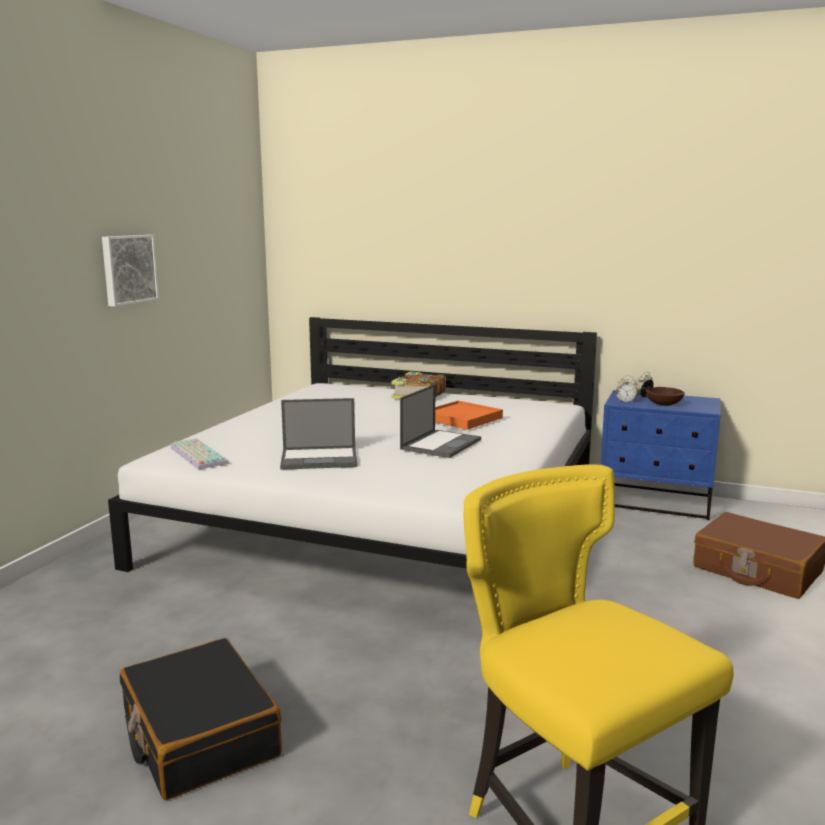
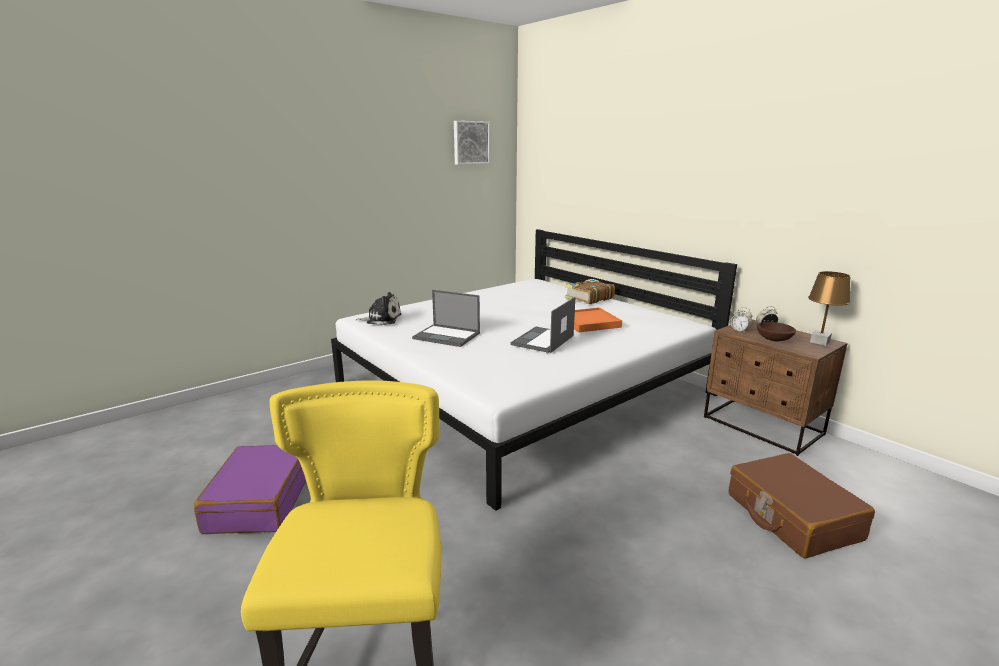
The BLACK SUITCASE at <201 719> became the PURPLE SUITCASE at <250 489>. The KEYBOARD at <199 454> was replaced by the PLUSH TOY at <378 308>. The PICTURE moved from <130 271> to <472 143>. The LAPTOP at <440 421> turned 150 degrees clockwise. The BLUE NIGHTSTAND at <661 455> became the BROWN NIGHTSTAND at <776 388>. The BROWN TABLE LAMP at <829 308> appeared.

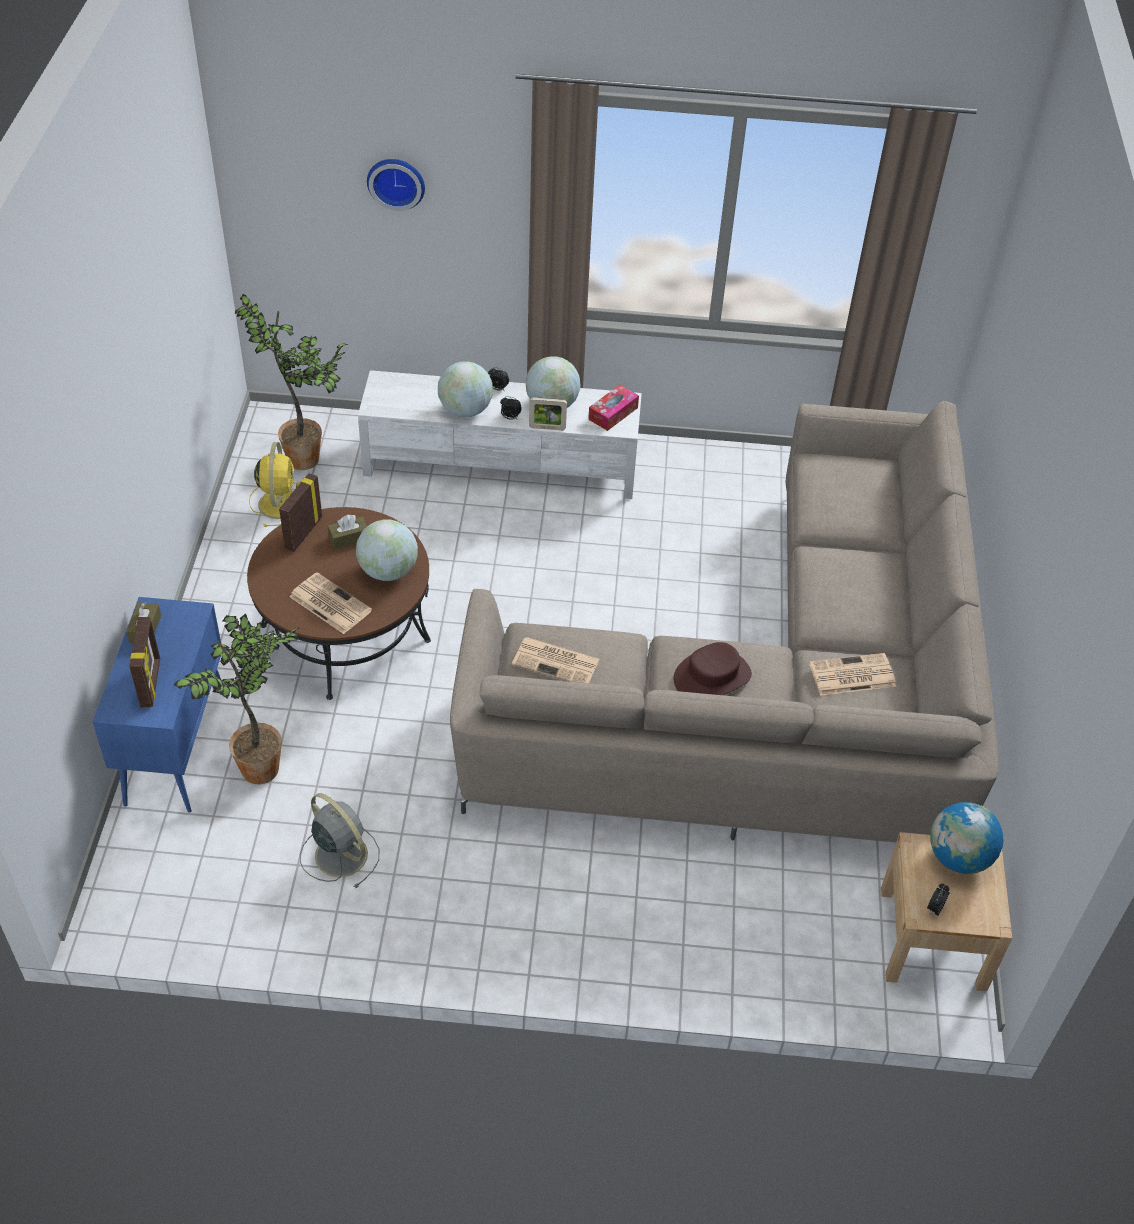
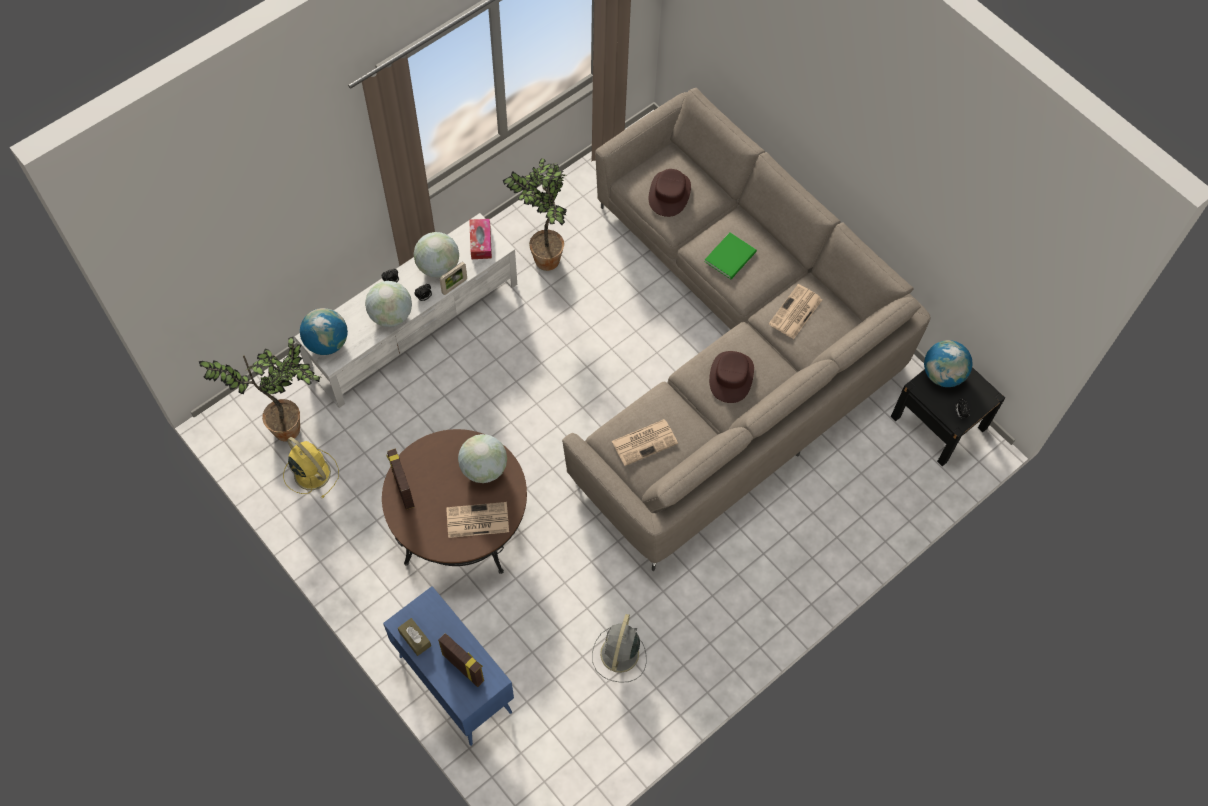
The GLOBE at <324 331> appeared. The POTTED PLANT moved from <236 698> to <535 214>. The GREY FAN at <339 840> turned 75 degrees counterclockwise. The BROWN HAT at <670 193> appeared. The GREEN BOOK at <730 255> appeared. The BEIGE NIGHTSTAND at <946 911> became the BLACK NIGHTSTAND at <948 416>. The BROWN TISSUE BOX at <347 532> disappeared. The WALL CLOCK at <396 185> disappeared.

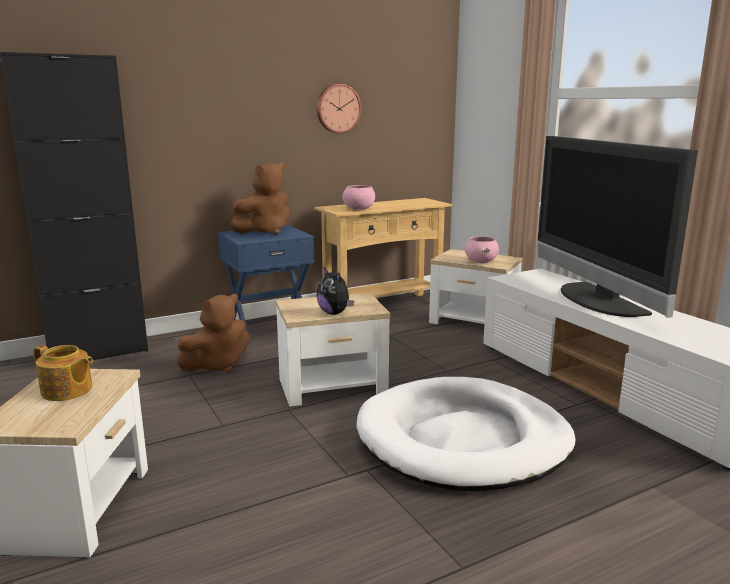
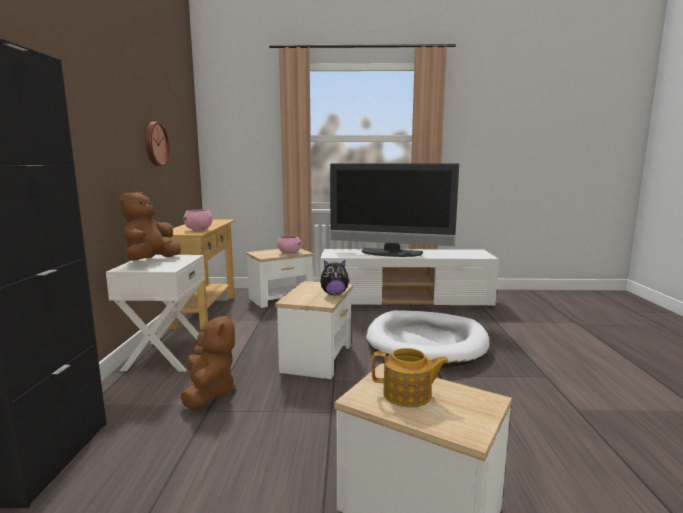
The BLUE NIGHTSTAND at <266 285> became the WHITE NIGHTSTAND at <155 313>. The BROWN PLUSH TOY at <260 198> turned 150 degrees counterclockwise. The TEAPOT at <63 373> turned 45 degrees clockwise.

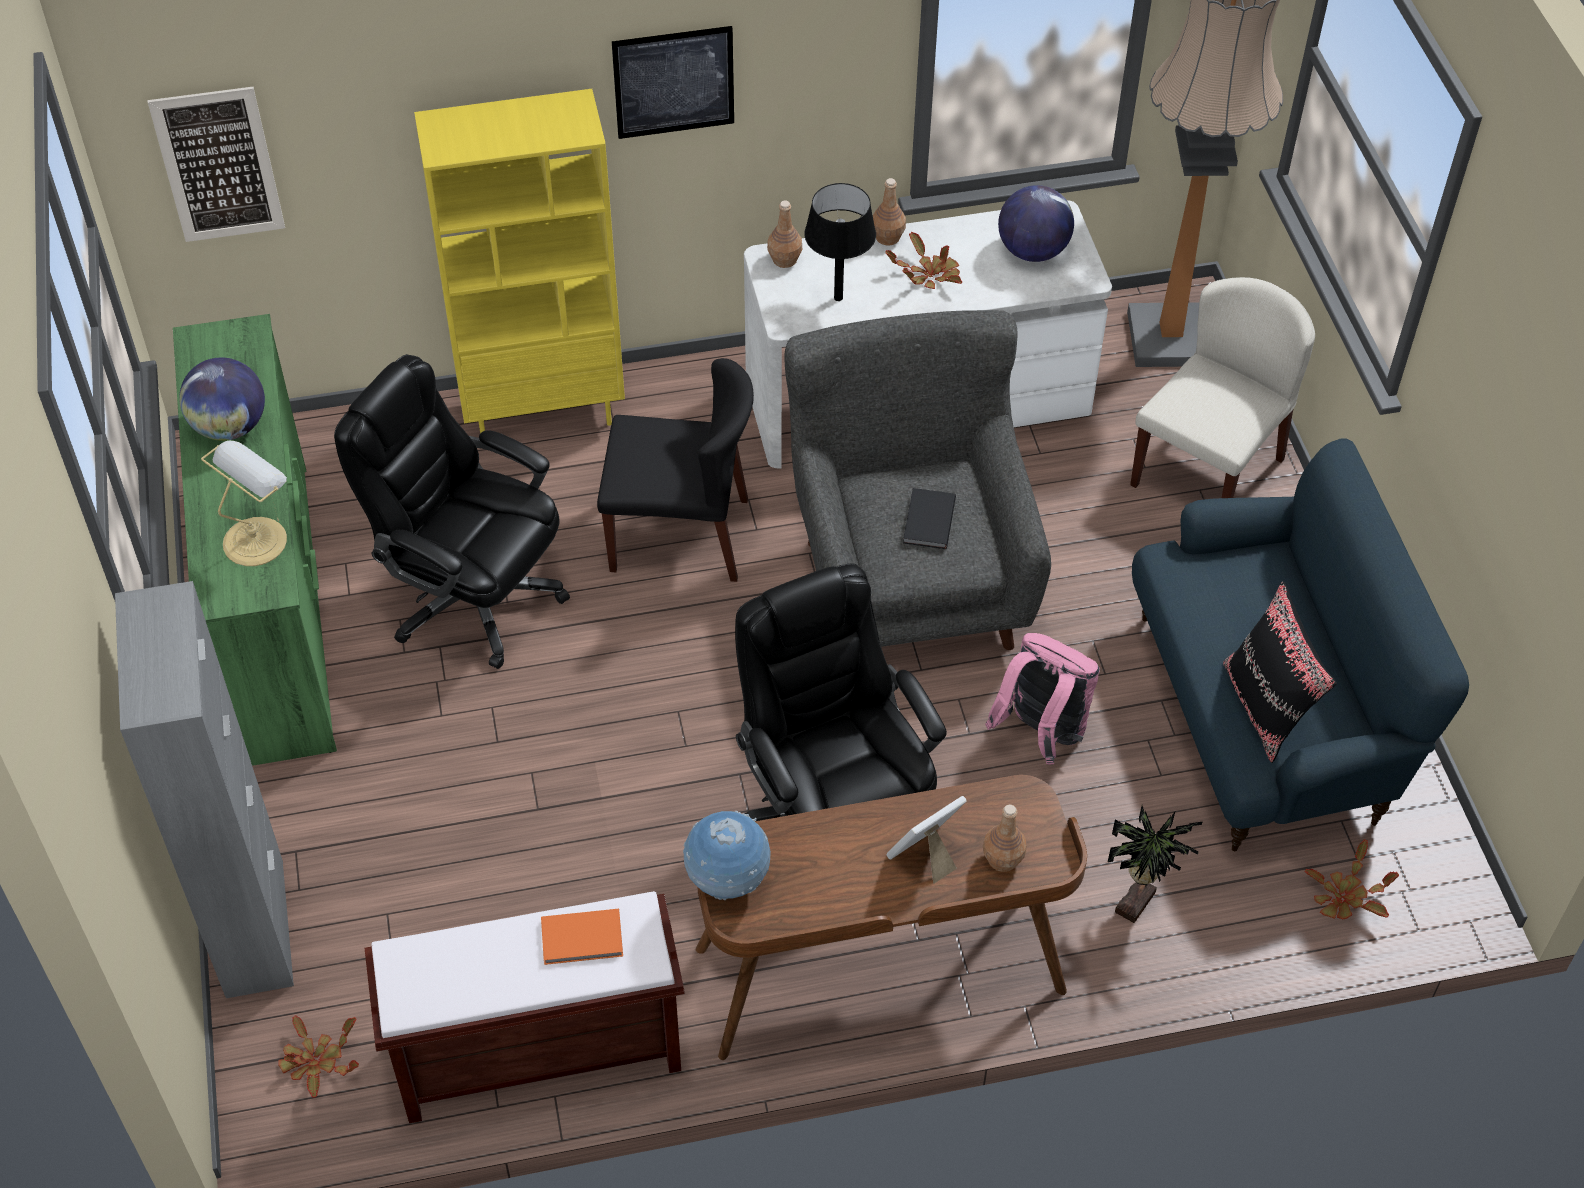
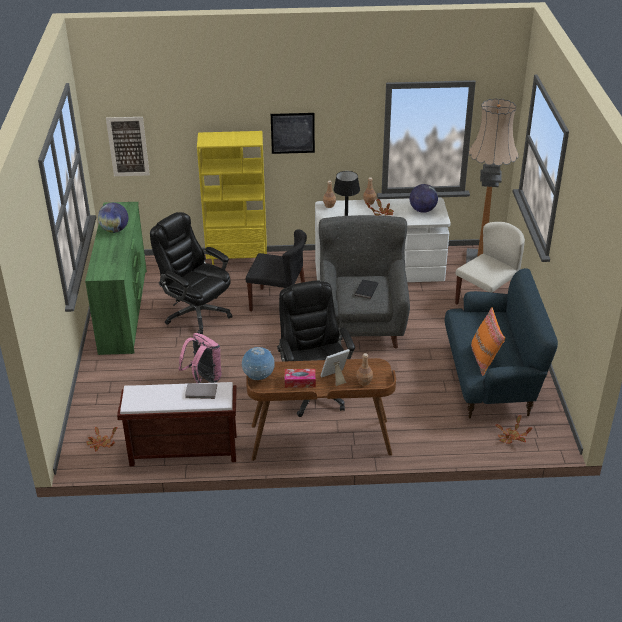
The PINK BACKPACK moved from <1042 698> to <200 358>. The ORANGE BOOK at <582 937> became the GREY BOOK at <201 391>. The TISSUE BOX at <300 378> appeared. The BLACK PILLOW at <1280 672> became the ORANGE PILLOW at <488 341>. The GREY CABINET at <204 789> disappeared. The TABLE LAMP at <244 503> disappeared. The POTTED PLANT at <1155 864> disappeared.

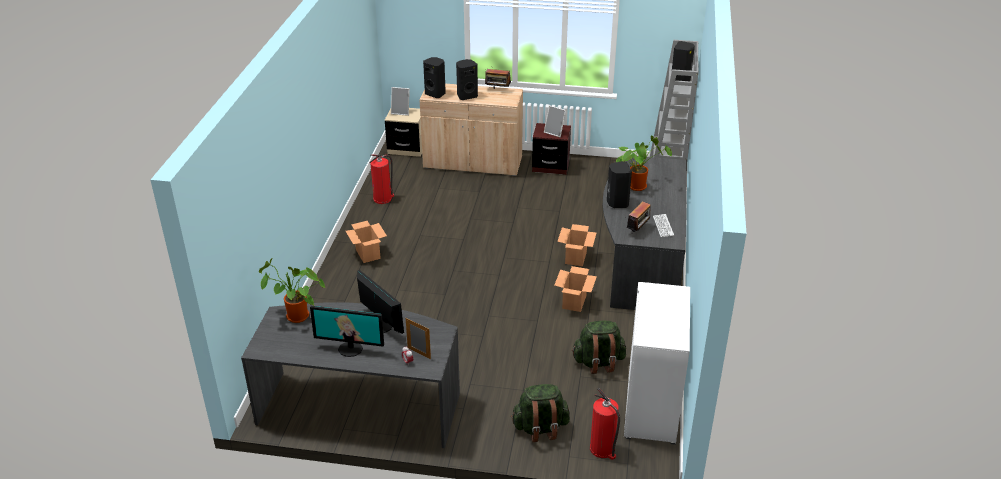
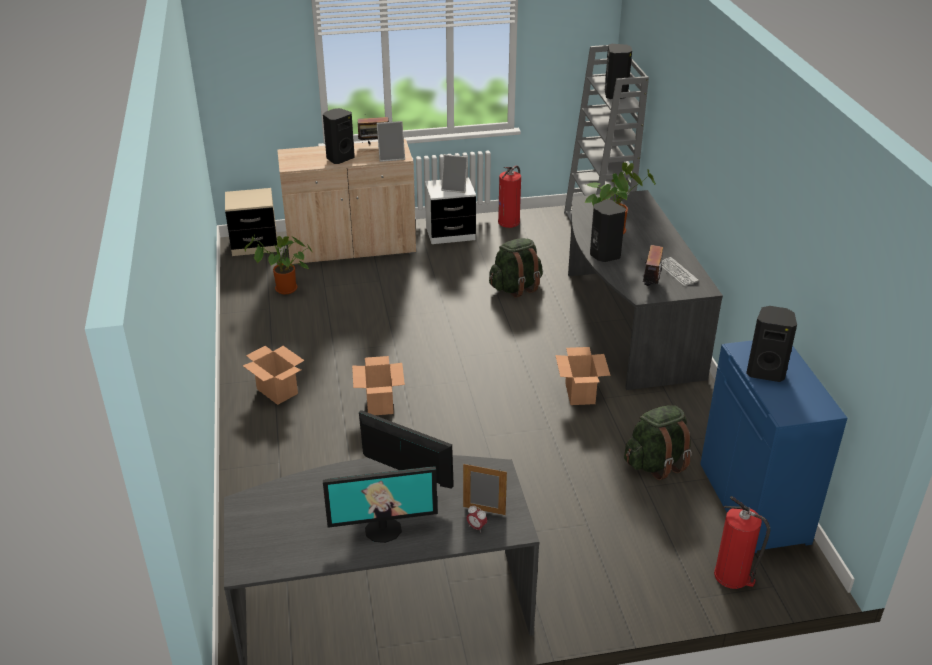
The POTTED PLANT moved from <292 290> to <278 264>. The CARDBOARD BOX moved from <577 245> to <378 385>. The PICTURE FRAME moved from <400 101> to <391 141>. The BROWN NIGHTSTAND at <551 149> became the WHITE NIGHTSTAND at <450 210>. The GREEN BACKPACK moved from <540 413> to <516 268>. The FIRE EXTINGUISHER moved from <381 179> to <509 197>. The WHITE CABINET at <657 363> became the BLUE CABINET at <774 446>. The BLACK SPEAKER moved from <434 77> to <771 344>.

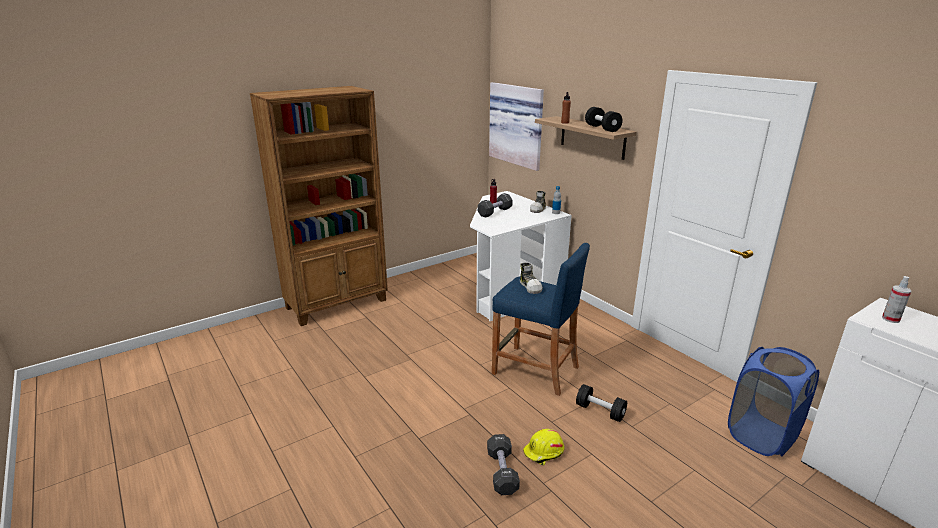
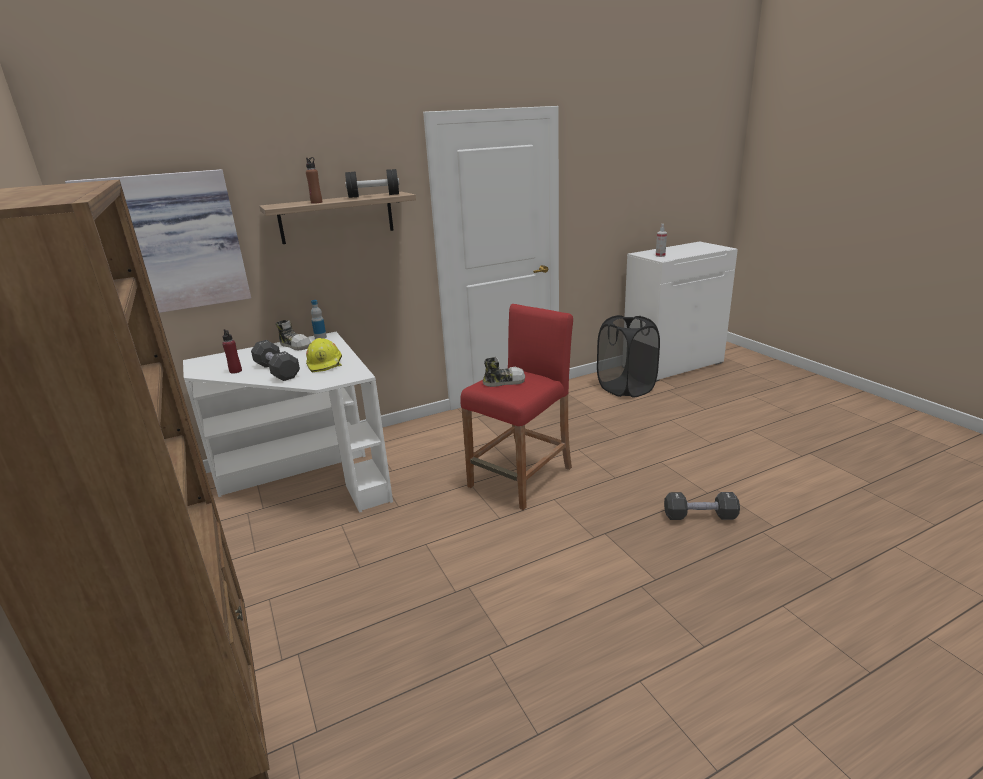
The YELLOW HARD HAT moved from <543 447> to <324 355>. The BLUE STOOL at <541 319> became the RED STOOL at <516 407>. The BLUE LAUNDRY BASKET at <773 402> became the BLACK LAUNDRY BASKET at <628 356>. The BLACK DUMBBELL at <601 403> disappeared.

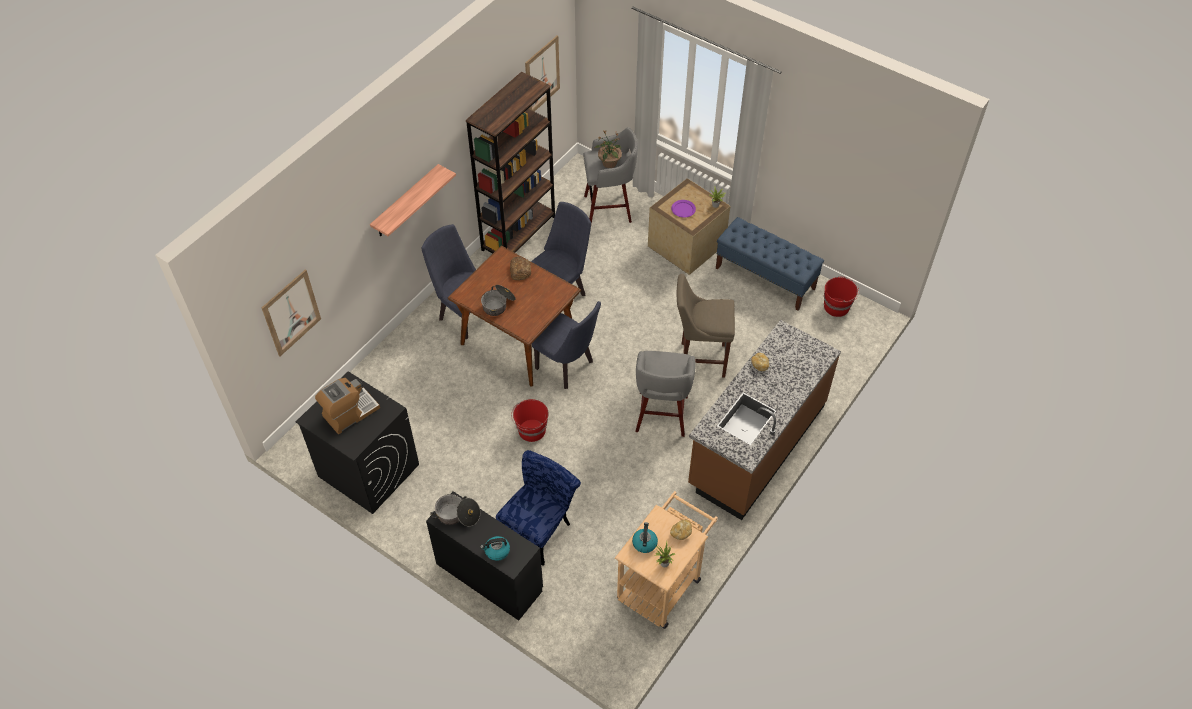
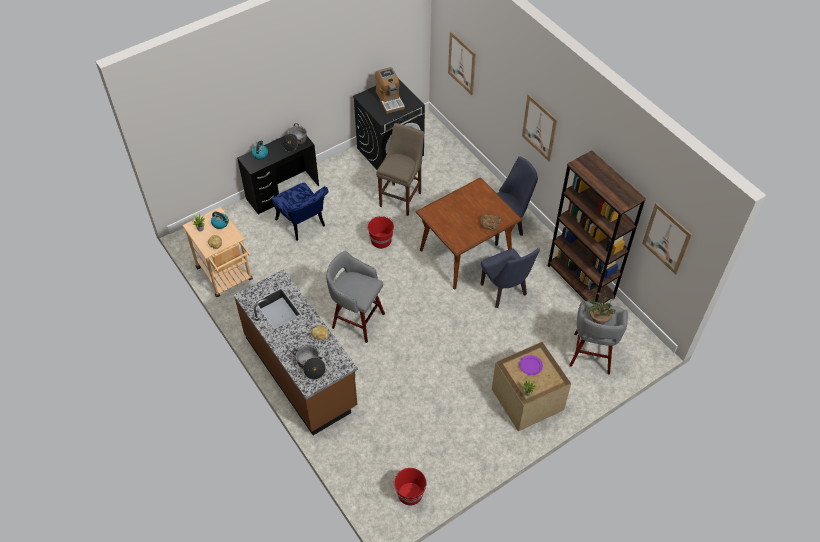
The COOKING POT moved from <498 300> to <309 362>. The BEIGE STOOL moved from <706 326> to <400 169>. The SHELF at <413 200> was replaced by the PICTURE at <540 128>. The BLUE CHAIR at <566 345> disappeared. The BLUE BENCH at <770 264> disappeared.

